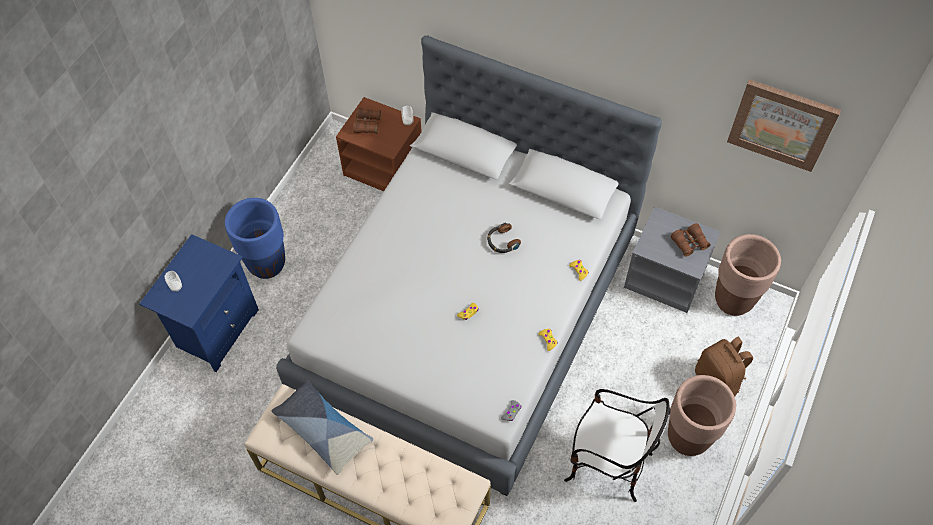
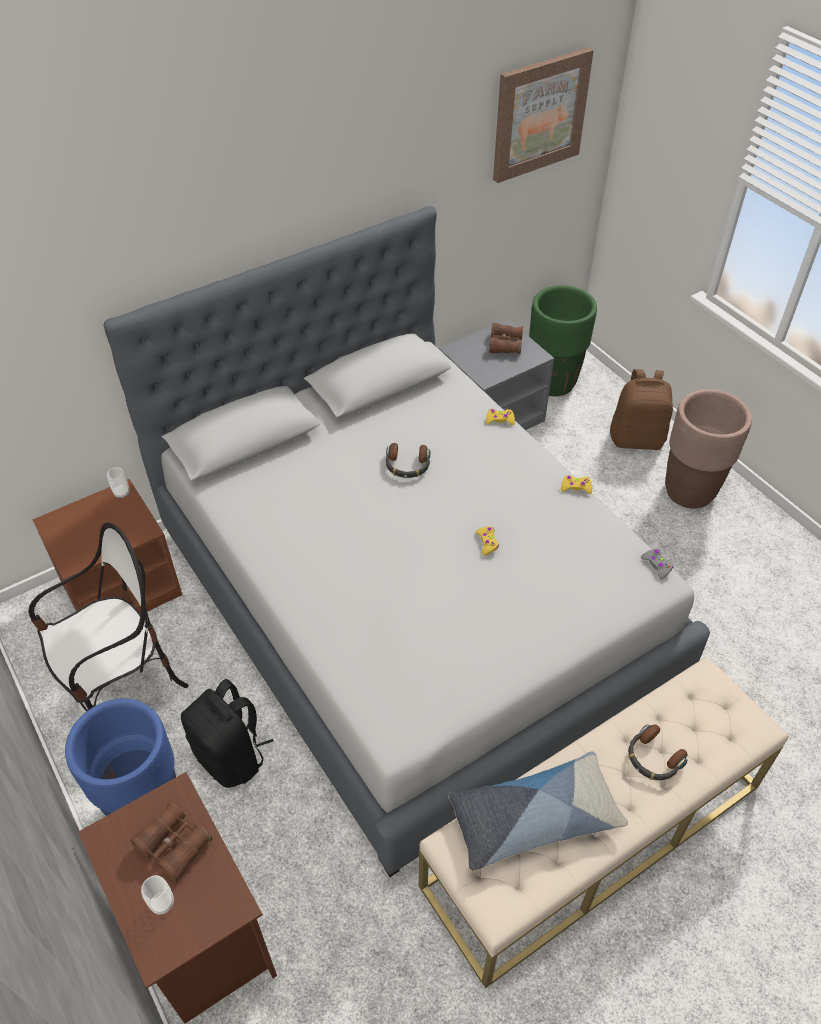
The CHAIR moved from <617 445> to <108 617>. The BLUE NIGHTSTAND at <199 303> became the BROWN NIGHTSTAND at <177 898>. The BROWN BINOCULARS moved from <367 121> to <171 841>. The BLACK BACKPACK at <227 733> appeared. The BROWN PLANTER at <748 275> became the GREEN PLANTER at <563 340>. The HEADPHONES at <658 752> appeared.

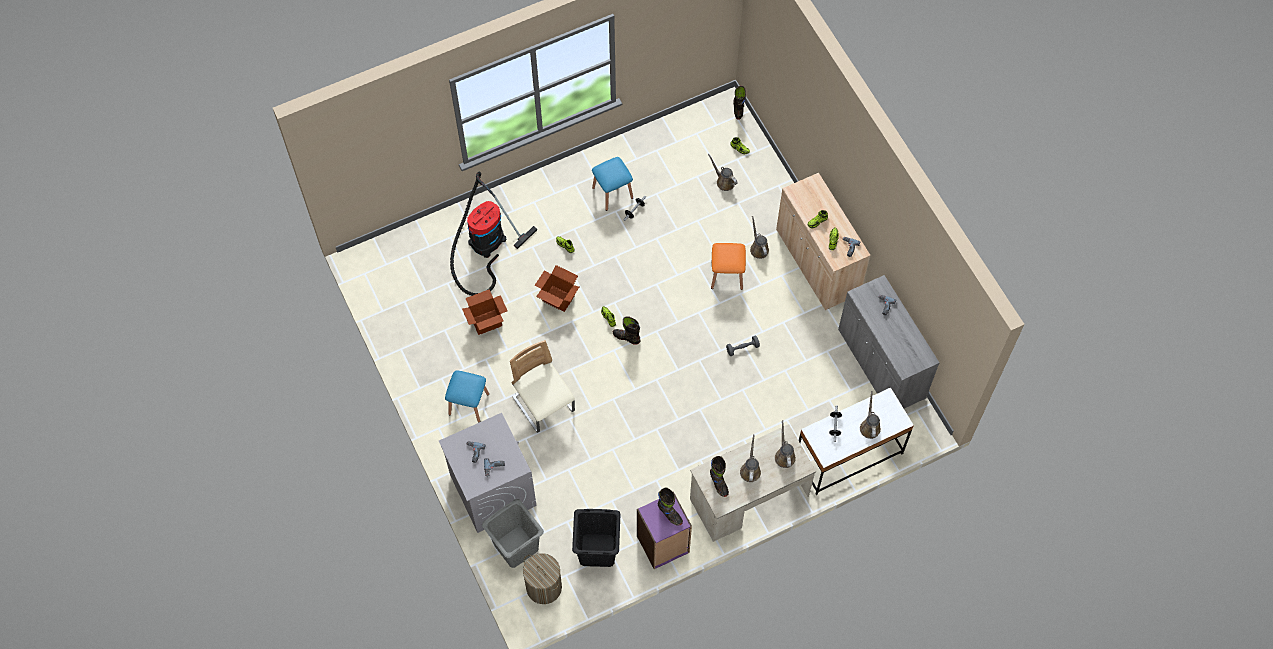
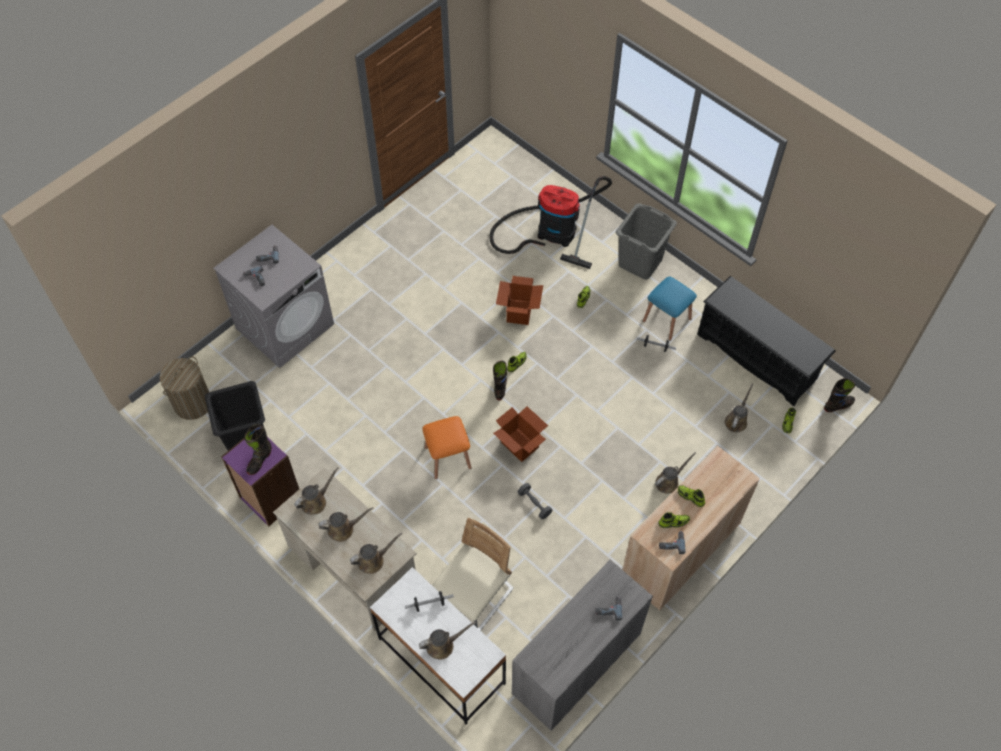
The BLACK BOOT at <719 476> was replaced by the BROWN WATERING CAN at <316 491>. The ORANGE STOOL moved from <728 266> to <447 447>. The BEIGE CHAIR moved from <542 386> to <473 574>. The CARDBOARD BOX moved from <484 312> to <520 434>. The GREY LAUNDRY BASKET moved from <513 533> to <646 241>. The BLACK SHOE RACK at <766 341> appeared. The BLUE STOOL at <467 396> disappeared.

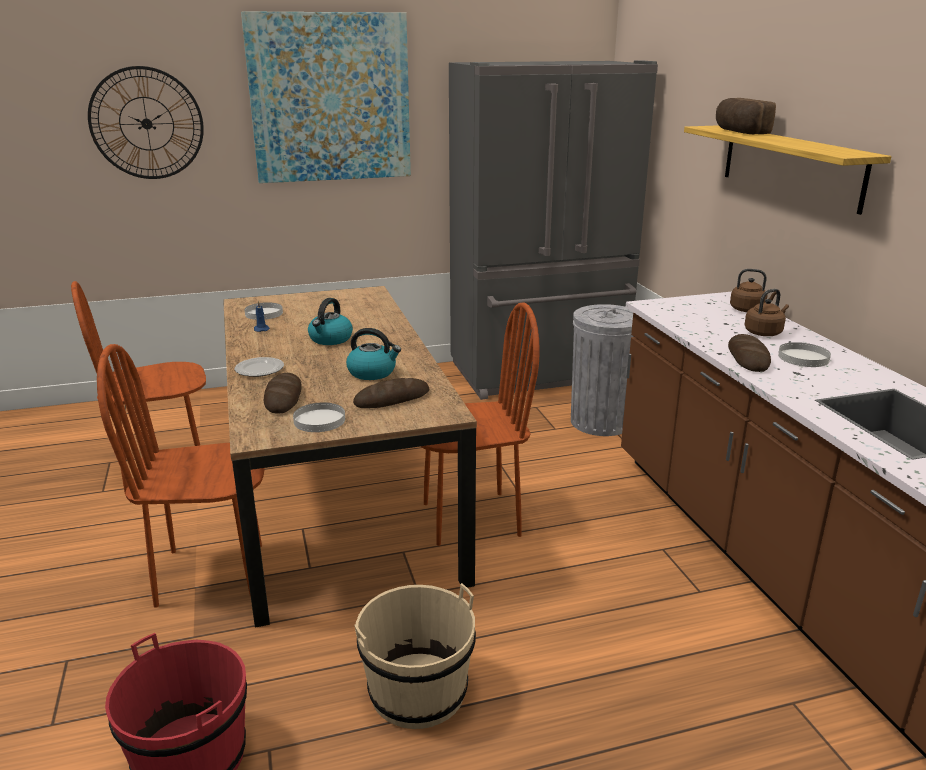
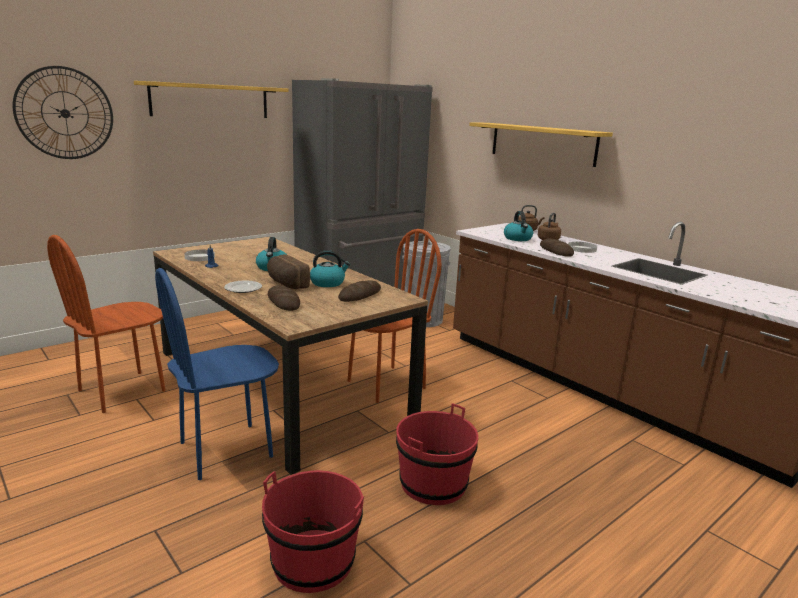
The PICTURE at <326 97> was replaced by the SHELF at <211 99>. The BROWN CHAIR at <181 476> became the BLUE CHAIR at <217 374>. The BREAD moved from <746 116> to <288 271>. The BEIGE BUCKET at <415 656> became the RED BUCKET at <437 454>. The KETTLE at <518 226> appeared. The WHITE PLATE at <319 417> disappeared.

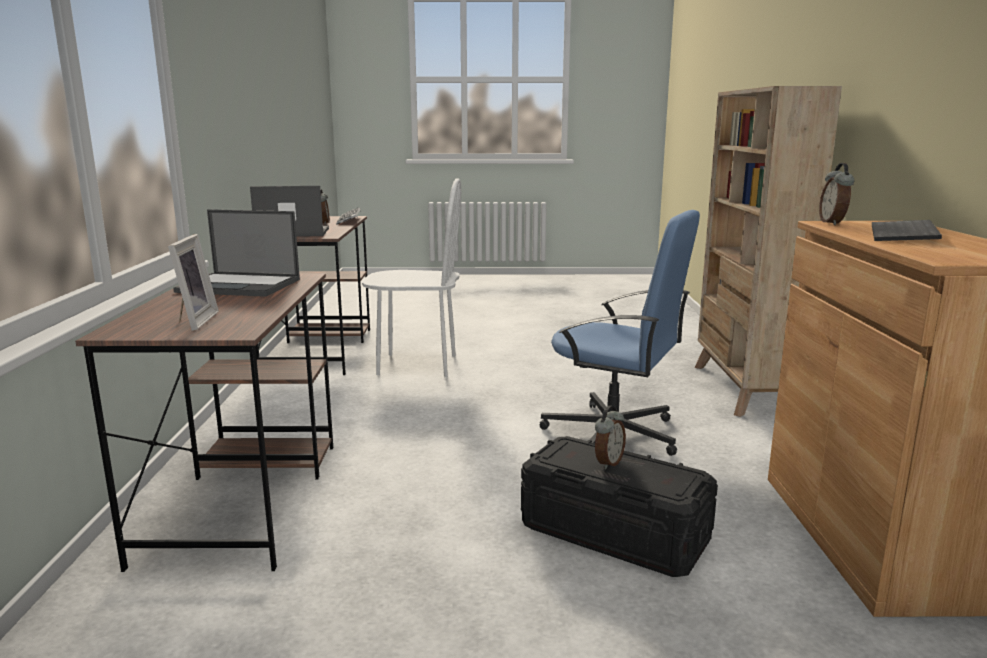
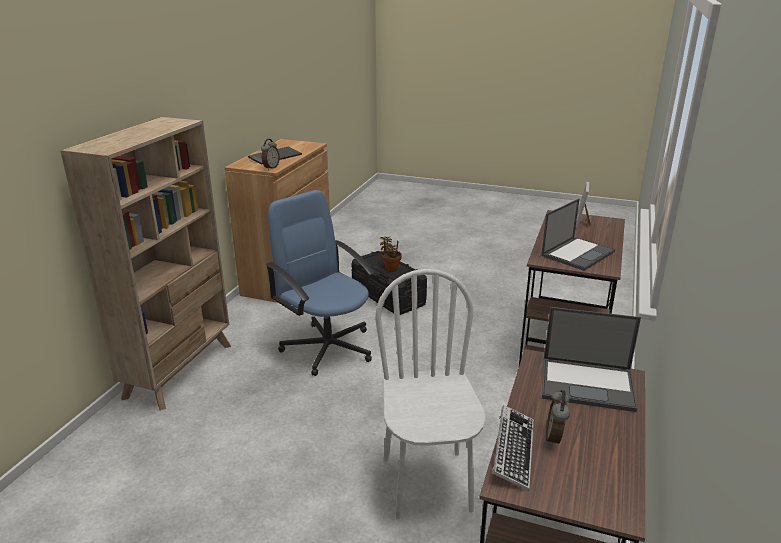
The WHITE CHAIR at <411 278> turned 60 degrees clockwise. The ALARM CLOCK at <610 437> was replaced by the POTTED PLANT at <391 254>. The LAPTOP at <236 253> turned 105 degrees clockwise.

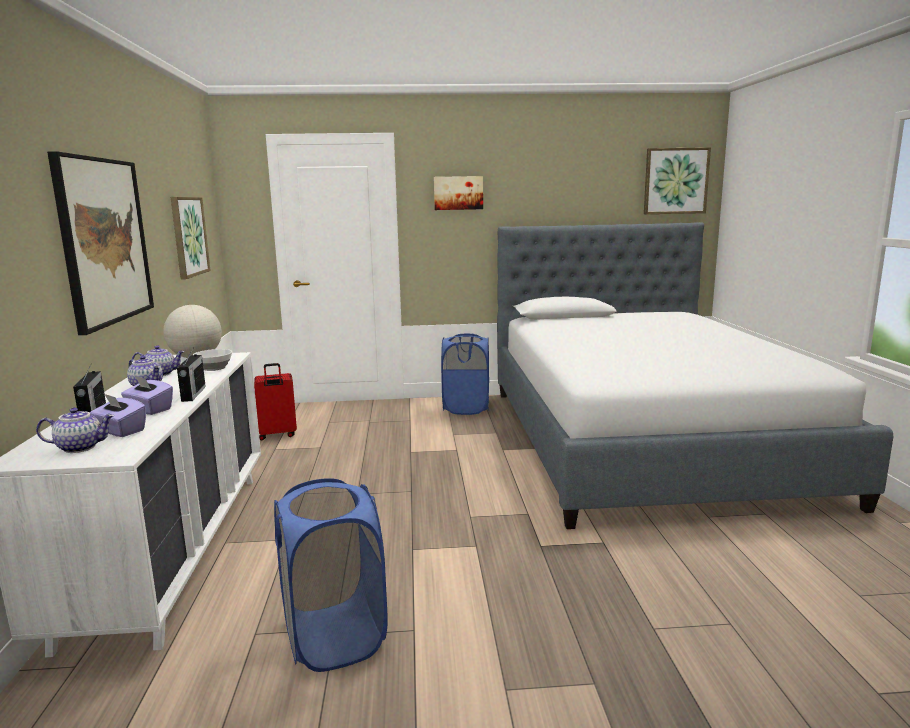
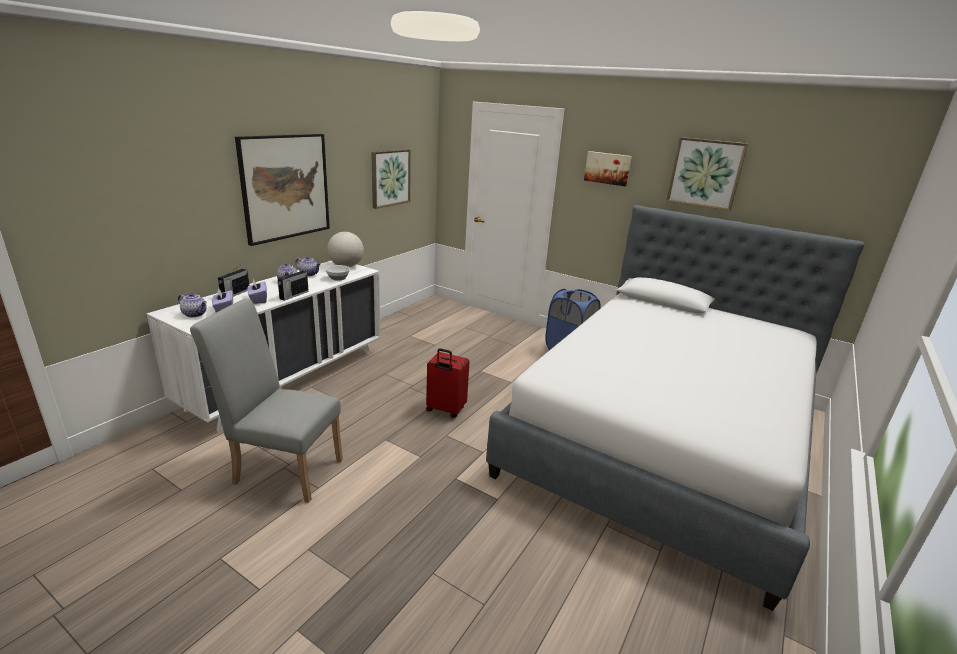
The BLUE LAUNDRY BASKET at <330 575> was replaced by the GREY CHAIR at <266 400>. The RED SUITCASE moved from <275 401> to <448 383>. The PICTURE moved from <677 180> to <707 174>.

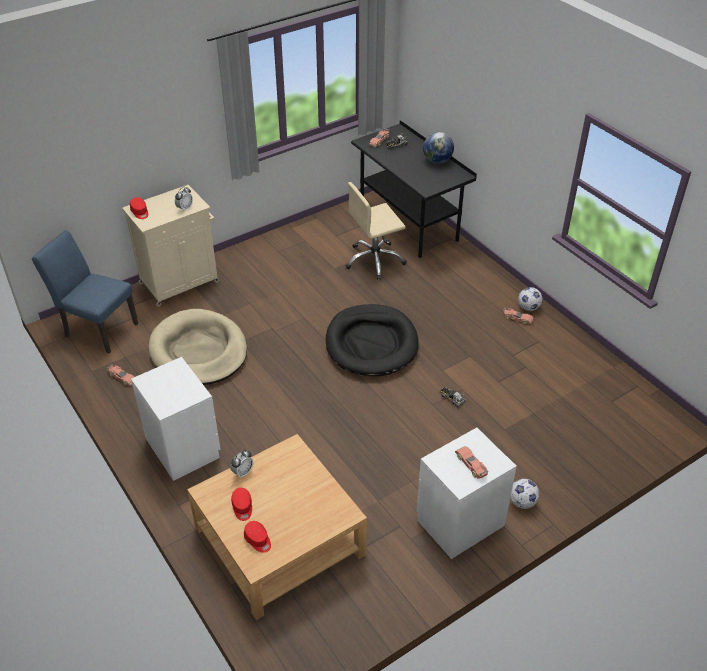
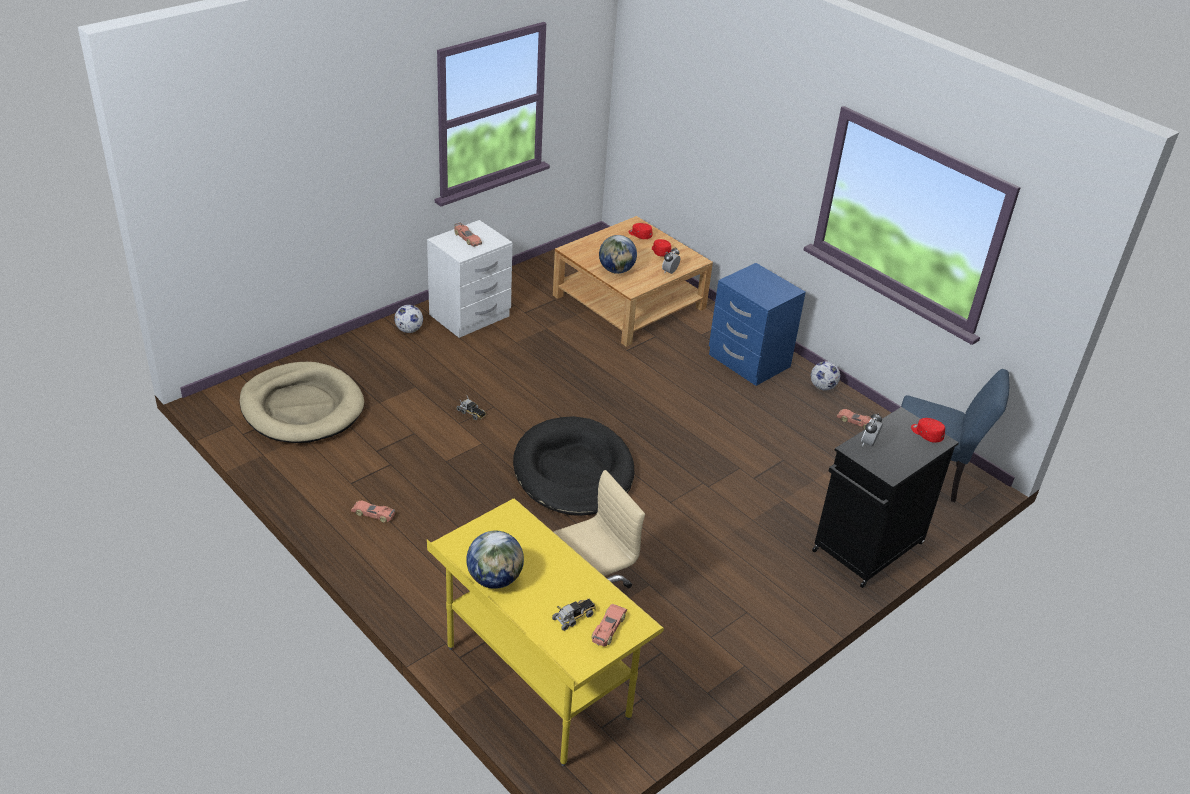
The BEIGE DOG BED moved from <198 347> to <301 402>. The BLACK DESK at <414 190> became the YELLOW DESK at <545 632>. The GLOBE at <618 254> appeared. The WHITE NIGHTSTAND at <175 419> became the BLUE NIGHTSTAND at <757 324>. The FOOTBALL moved from <530 299> to <825 375>. The BEIGE CABINET at <171 246> became the BLACK CABINET at <885 497>.

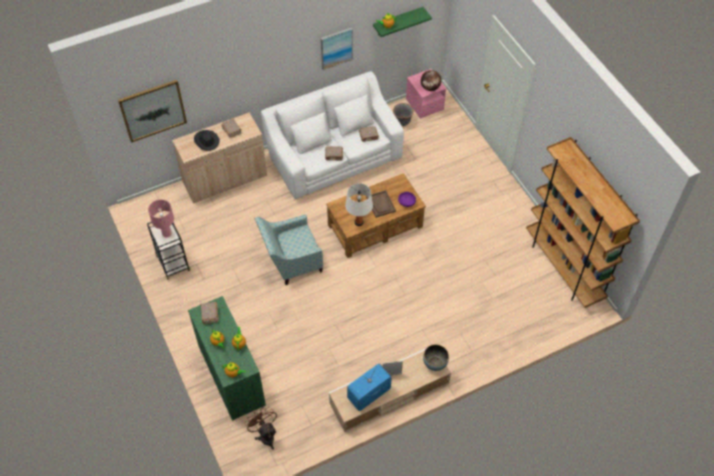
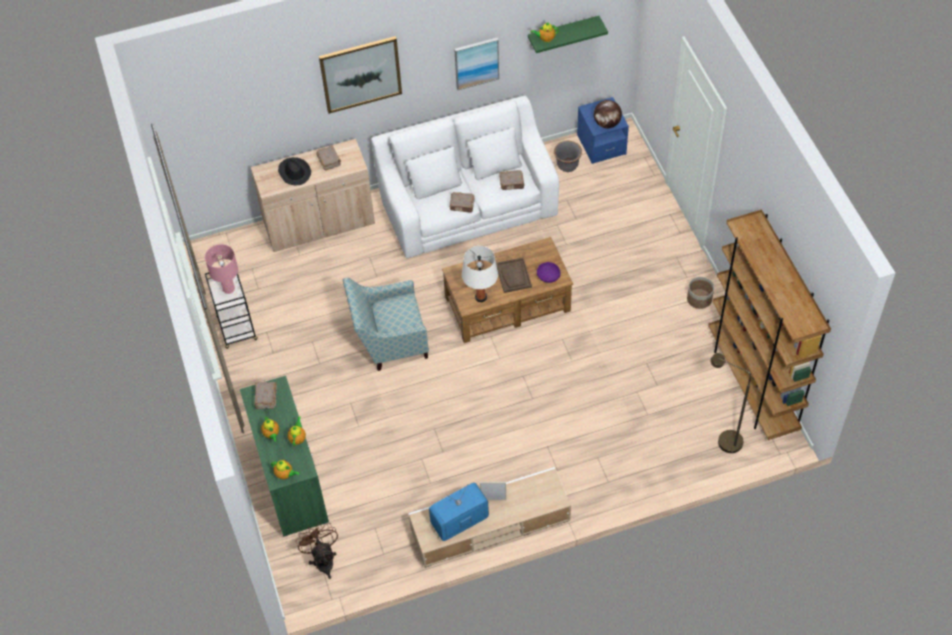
The PICTURE moved from <152 111> to <360 75>. The PINK NIGHTSTAND at <426 94> became the BLUE NIGHTSTAND at <603 130>. The PLANTER at <700 293> appeared. The BROWN FLOOR LAMP at <730 403> appeared. The BOWL at <436 358> disappeared.

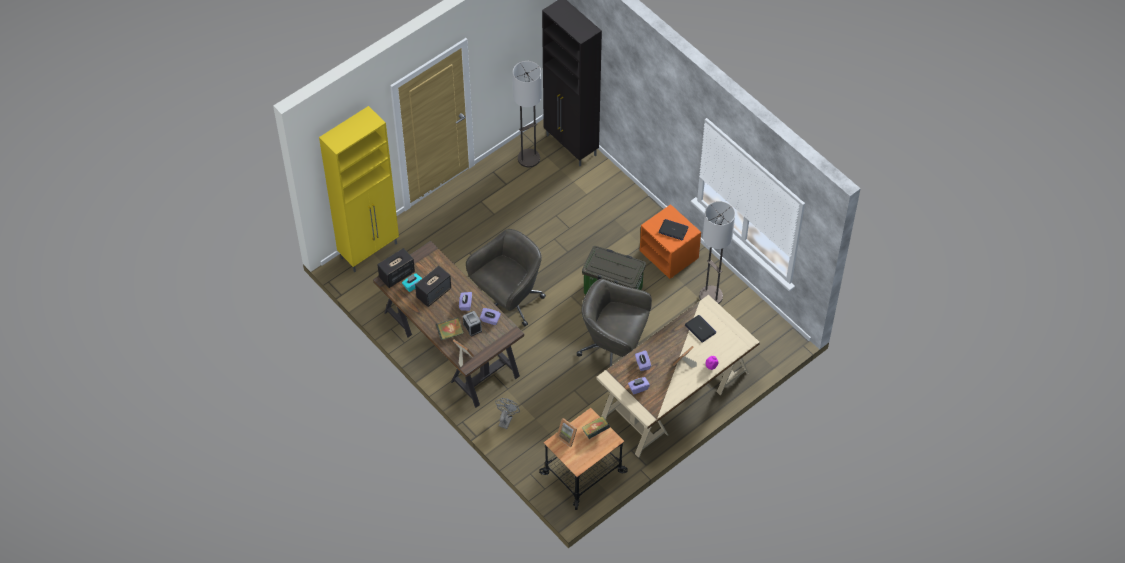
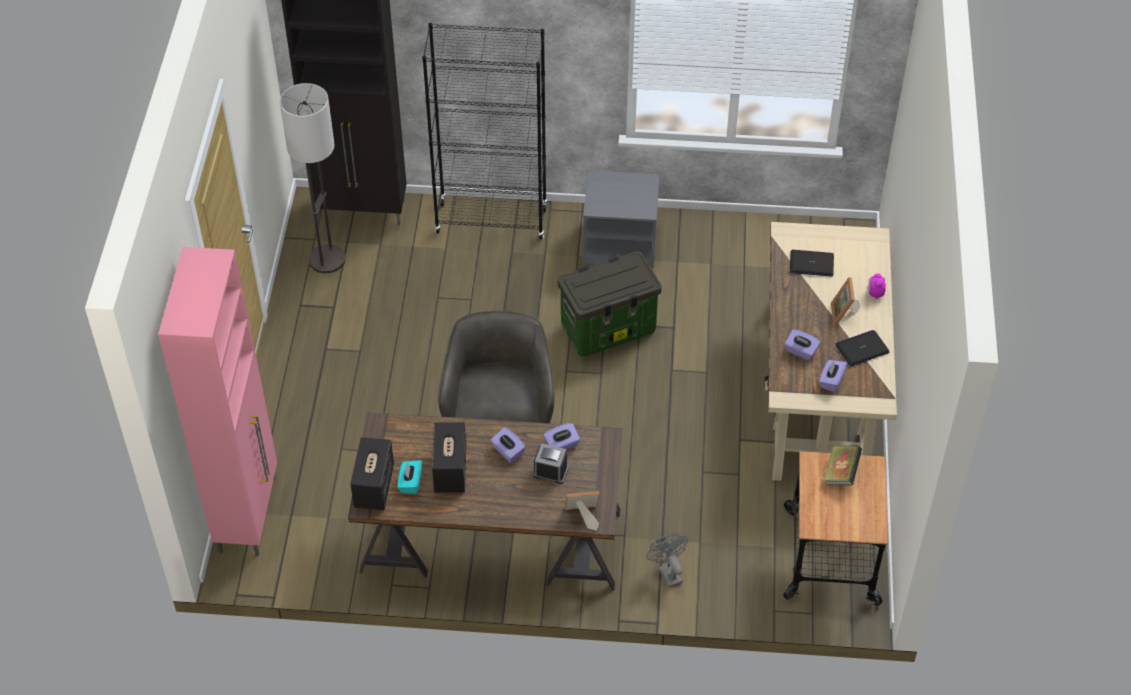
The YELLOW CABINET at <359 189> became the PINK CABINET at <217 401>. The BLACK BOOKCASE at <484 131> appeared. The ORANGE NIGHTSTAND at <670 241> became the GREY NIGHTSTAND at <621 219>. The LAPTOP moved from <674 230> to <862 348>. The BOOK at <450 328> disappeared. The PICTURE FRAME at <566 433> disappeared. The GREY OFFICE CHAIR at <614 323> disappeared. The FLOOR LAMP at <717 252> disappeared.

